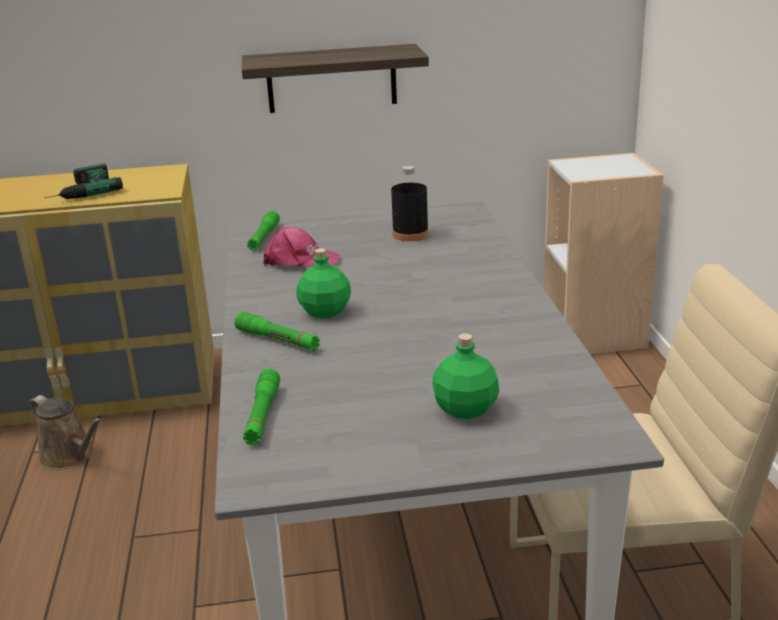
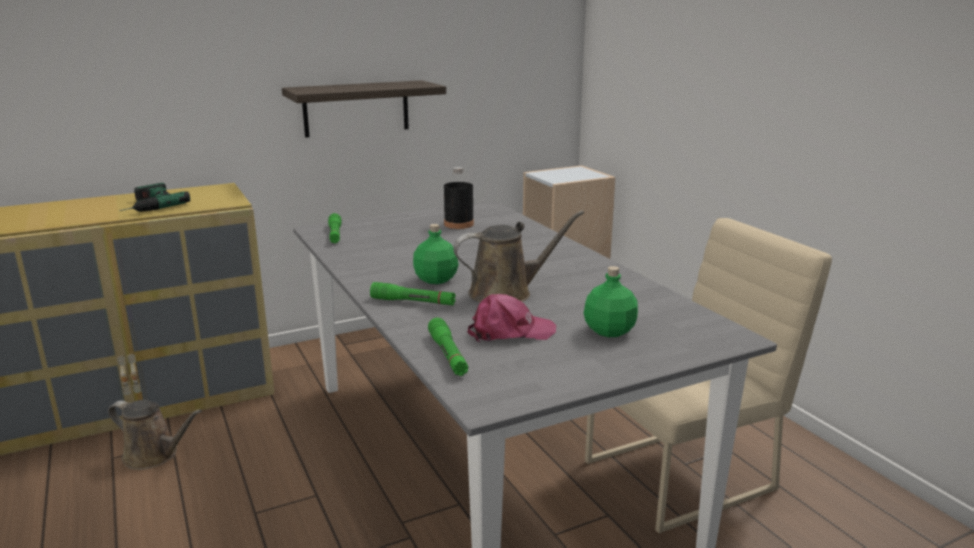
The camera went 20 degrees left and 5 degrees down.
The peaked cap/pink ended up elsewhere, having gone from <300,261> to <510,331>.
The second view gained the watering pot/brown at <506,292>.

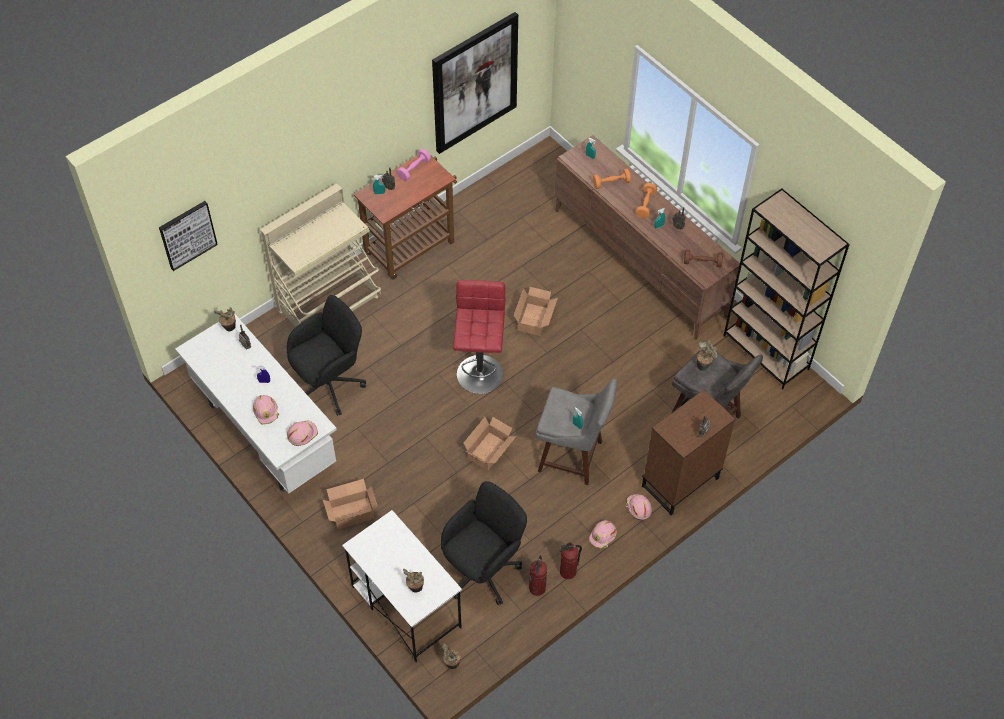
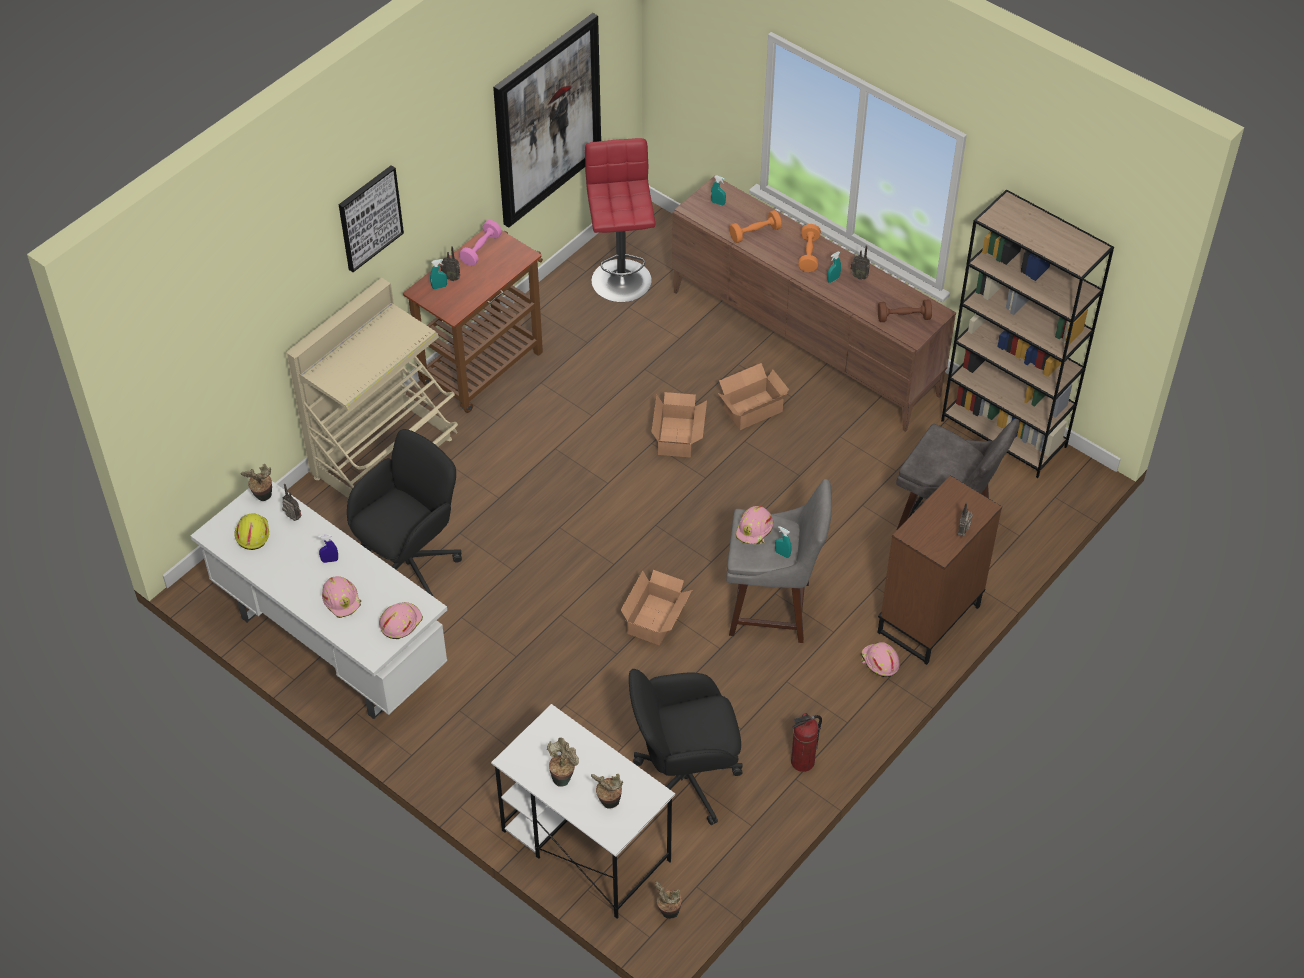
The camera went 10 degrees left and 5 degrees down.
The picture ended up elsewhere, having gone from <187,234> to <369,217>.
The cardboard box ended up elsewhere, having gone from <351,512> to <750,409>.
The desk chair/black-coloured at <483,572> ended up facing another way, 135 degrees counterclockwise from before.
The sitting stool/red ended up elsewhere, having gone from <480,374> to <622,280>.
The second view lost the fire-fighting cylinder at <537,588>.
The safety helmet/pink ended up elsewhere, having gone from <603,536> to <755,530>.
The plant in a pot ended up elsewhere, having gone from <703,365> to <563,777>.
The second view gained the safety helmet/yellowish at <252,534>.

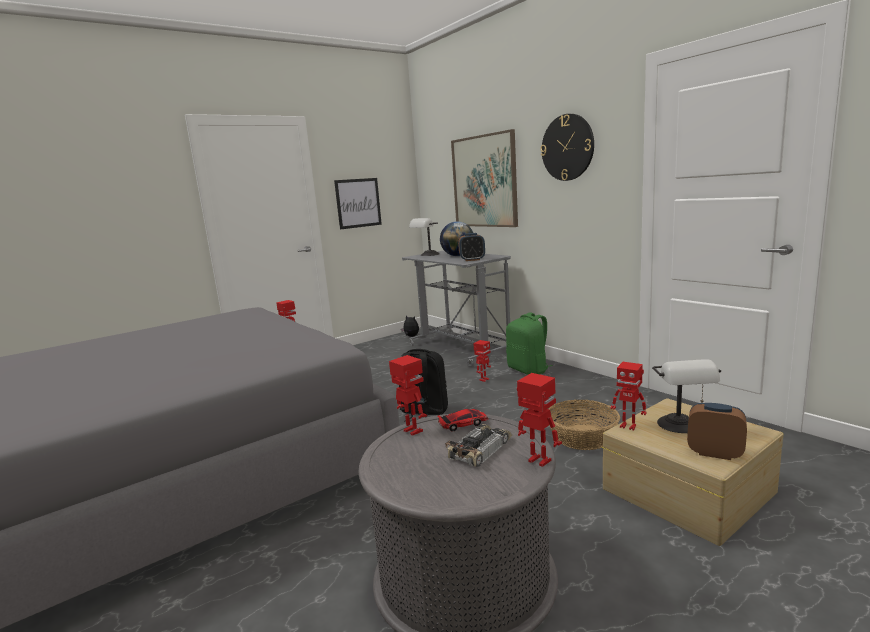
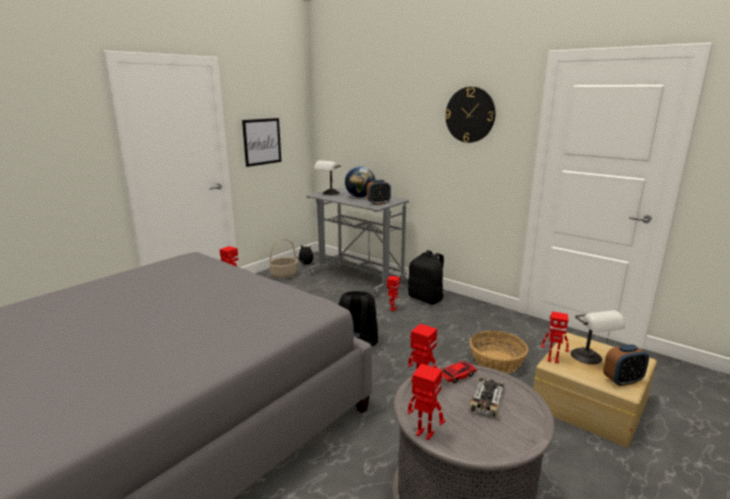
The camera went 15 degrees left and 5 degrees up.
The second view lost the picture at <484,181>.
What was the rucksack/green-coloured at <529,370> turned into the rucksack/black-coloured at <426,298>.
The toy robot ended up elsewhere, having gone from <538,461> to <424,434>.
The alarm clock at <714,453> ended up facing another way, 150 degrees clockwise from before.
The second view gained the storage basket at <284,274>.

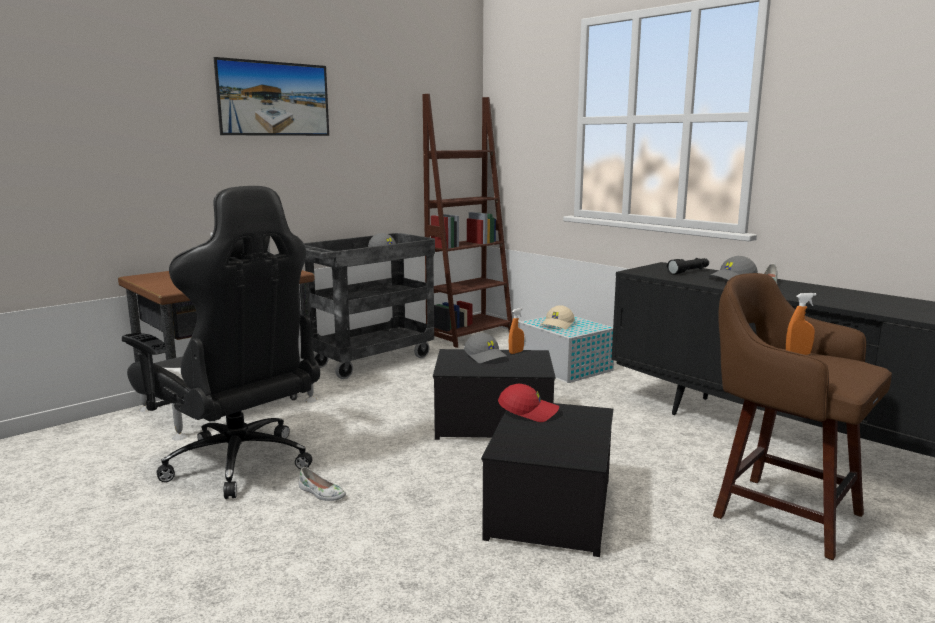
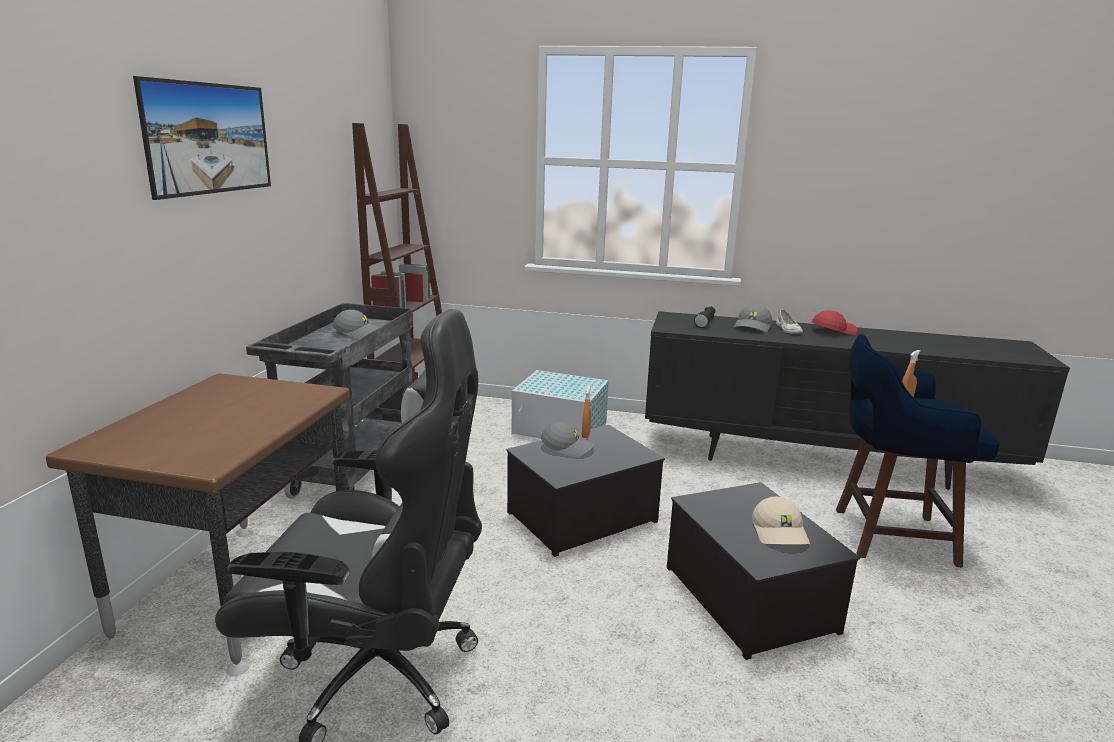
The camera went 35 degrees left and 5 degrees up.
The second view lost the shoe/white at <321,493>.
The peaked cap/red ended up elsewhere, having gone from <528,412> to <833,331>.
The peaked cap/beige ended up elsewhere, having gone from <557,325> to <780,532>.
What was the sitting stool/brown at <781,513> turned into the sitting stool/blue at <888,536>.

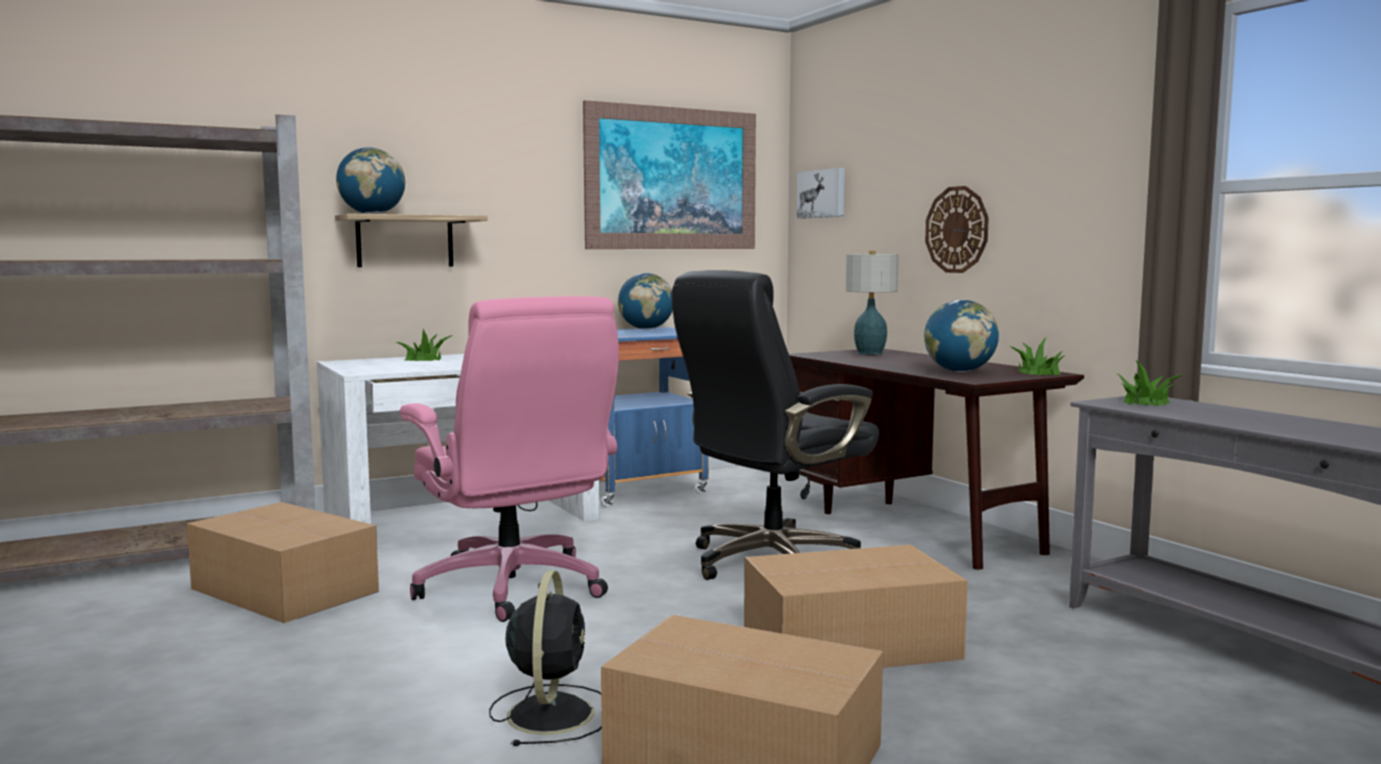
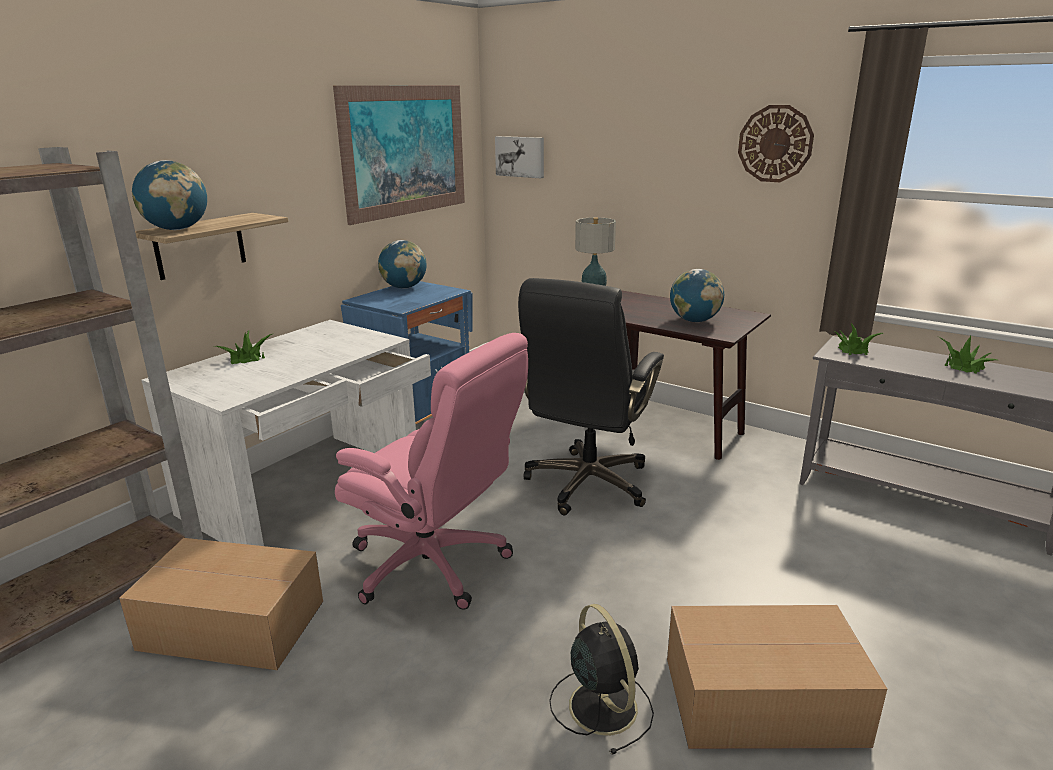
The camera went 25 degrees left and 15 degrees up.
The second view lost the cardboard box at <853,644>.
The hanging clock ended up elsewhere, having gone from <957,229> to <775,144>.
The plant in a pot ended up elsewhere, having gone from <1038,372> to <963,366>.

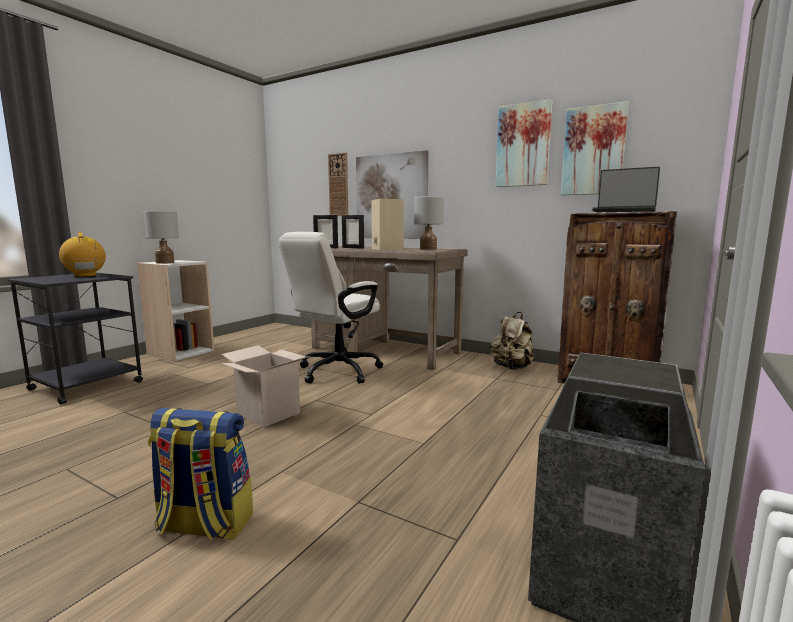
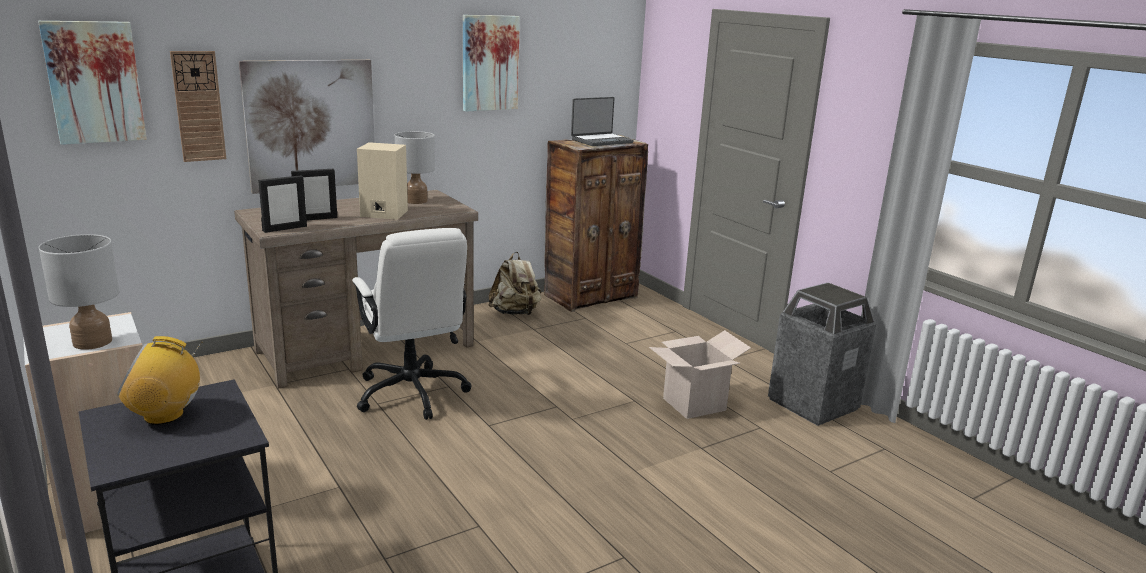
The camera went 65 degrees left and 10 degrees up.
The second view lost the rucksack at <204,525>.
The cardboard box ended up elsewhere, having gone from <268,413> to <694,404>.
The picture ended up elsewhere, having gone from <593,151> to <94,82>.

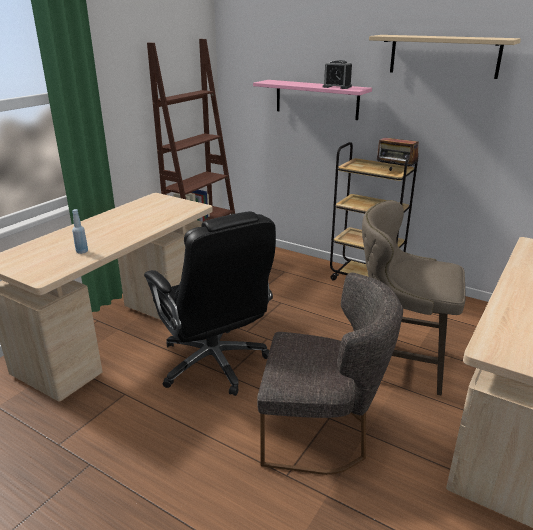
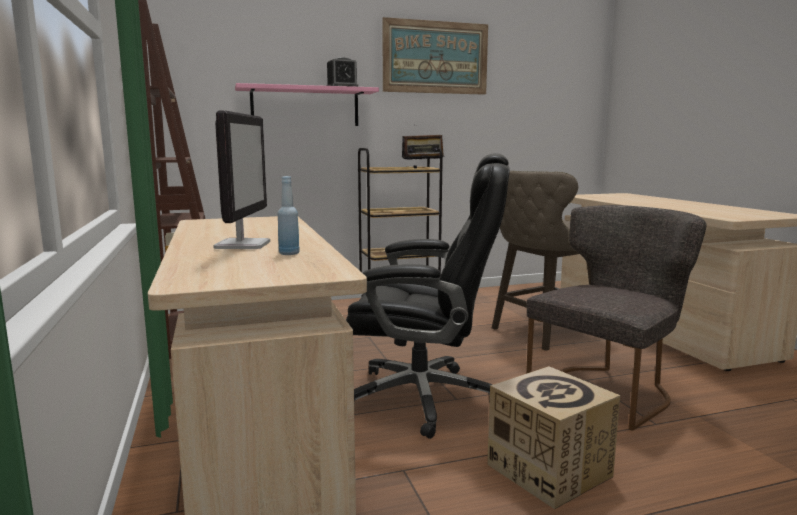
The camera went 50 degrees left and 15 degrees down.
Where the bracket shelf/beige hung at <443,56>, the picture came to hang at <435,57>.
The second view gained the computer screen at <242,245>.
The second view gained the cardboard box at <549,470>.

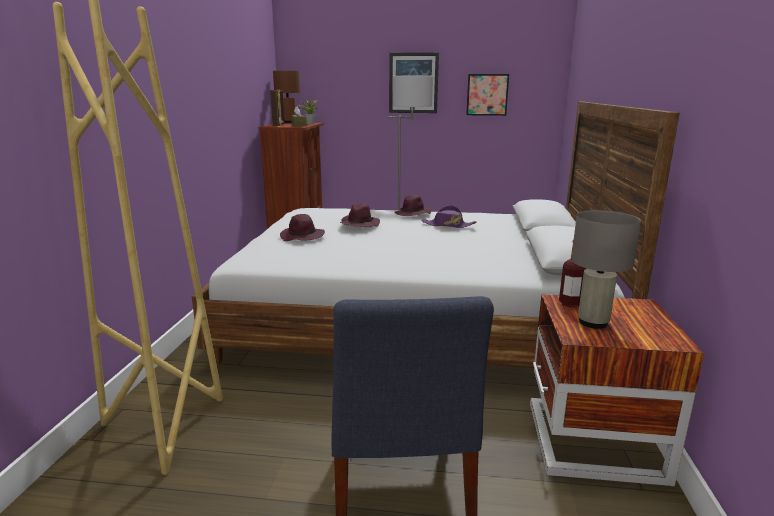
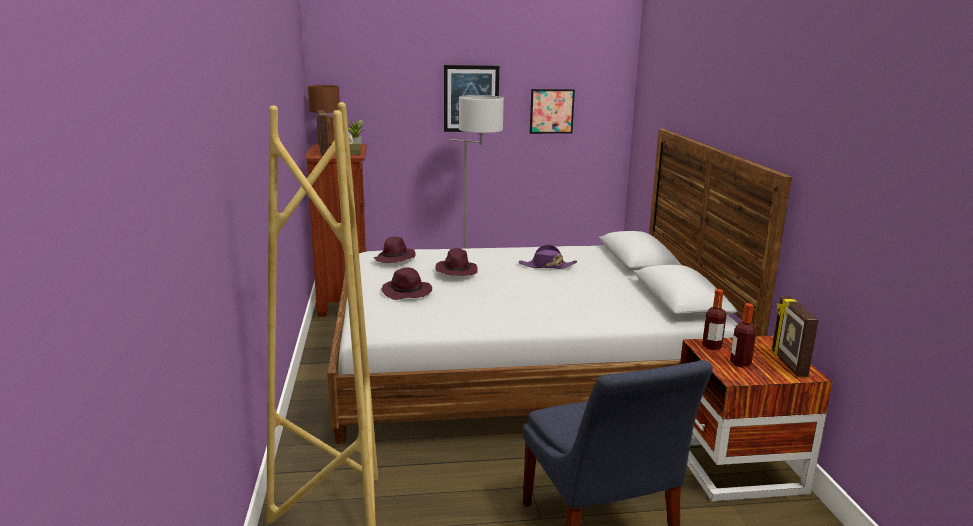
The camera went 15 degrees left and 0 degrees up.
The hat/purple ended up elsewhere, having gone from <413,214> to <395,259>.
Where the table lamp/gray stood at <593,323>, the bottle came to stand at <740,363>.
The second view gained the picture frame at <788,363>.

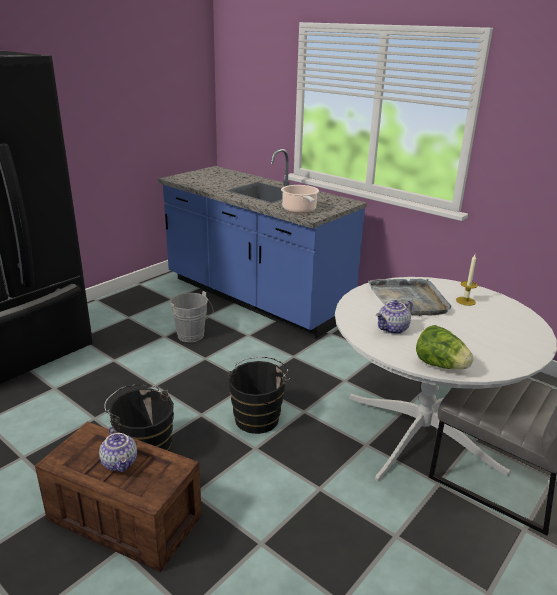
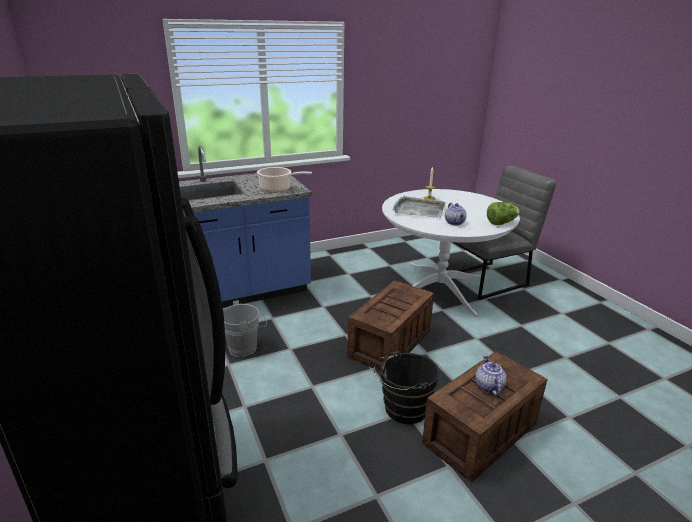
The camera went 65 degrees left and 0 degrees up.
The tea pot at <120,463> ended up facing another way, 90 degrees counterclockwise from before.
Where the pail/black-coloured stood at <258,416>, the shipping crate came to stand at <390,342>.

